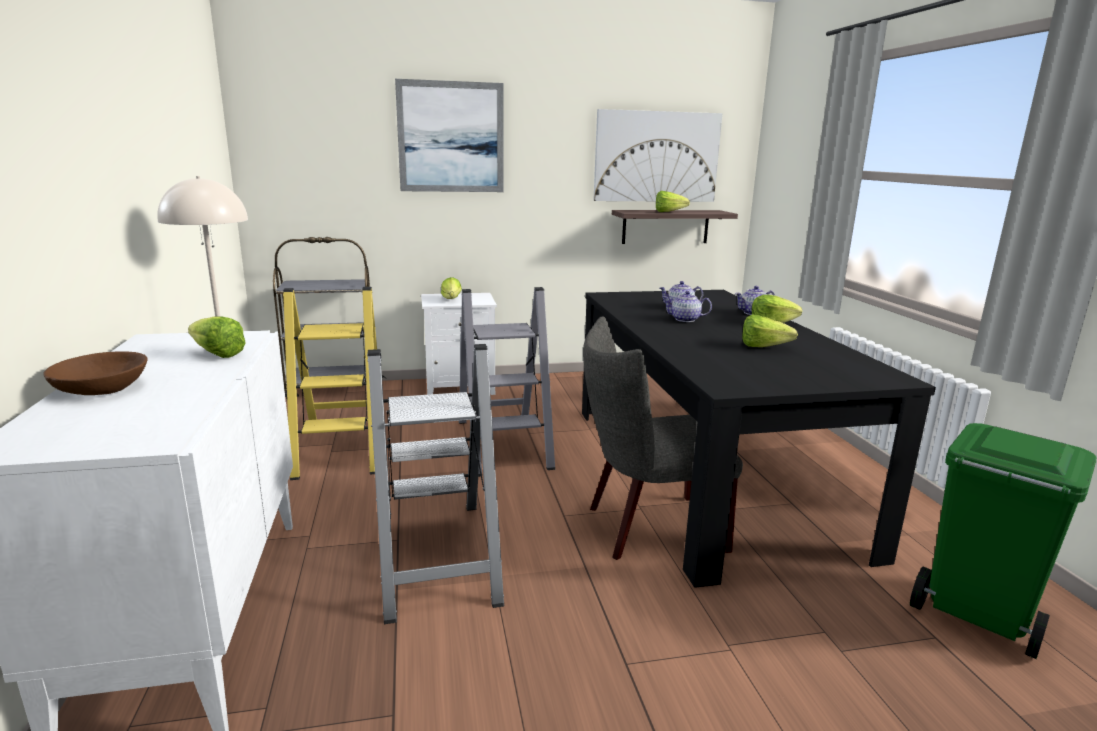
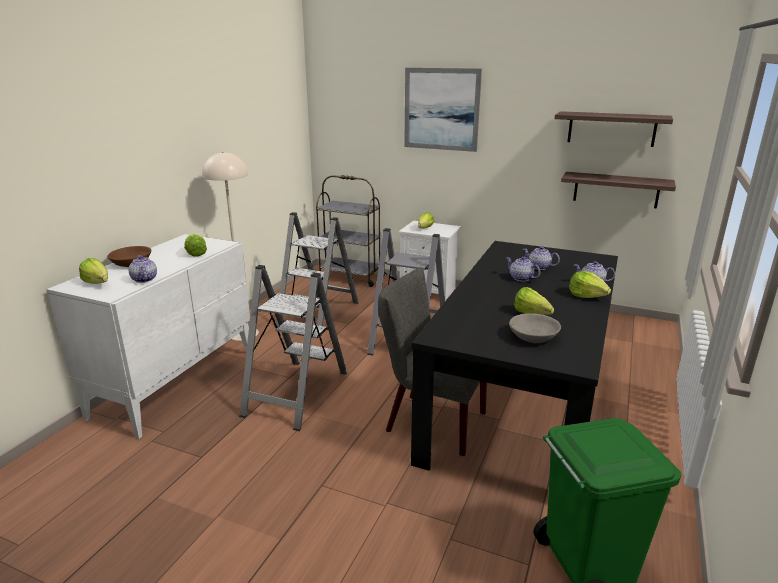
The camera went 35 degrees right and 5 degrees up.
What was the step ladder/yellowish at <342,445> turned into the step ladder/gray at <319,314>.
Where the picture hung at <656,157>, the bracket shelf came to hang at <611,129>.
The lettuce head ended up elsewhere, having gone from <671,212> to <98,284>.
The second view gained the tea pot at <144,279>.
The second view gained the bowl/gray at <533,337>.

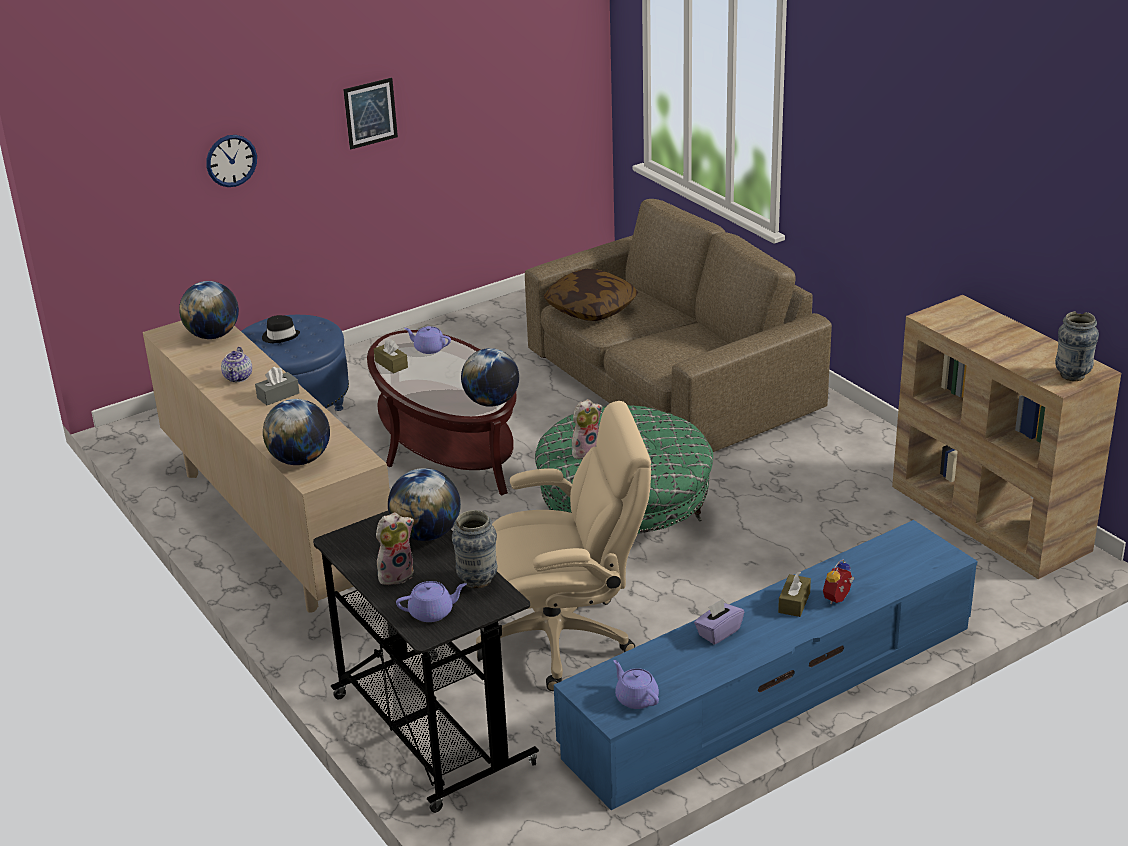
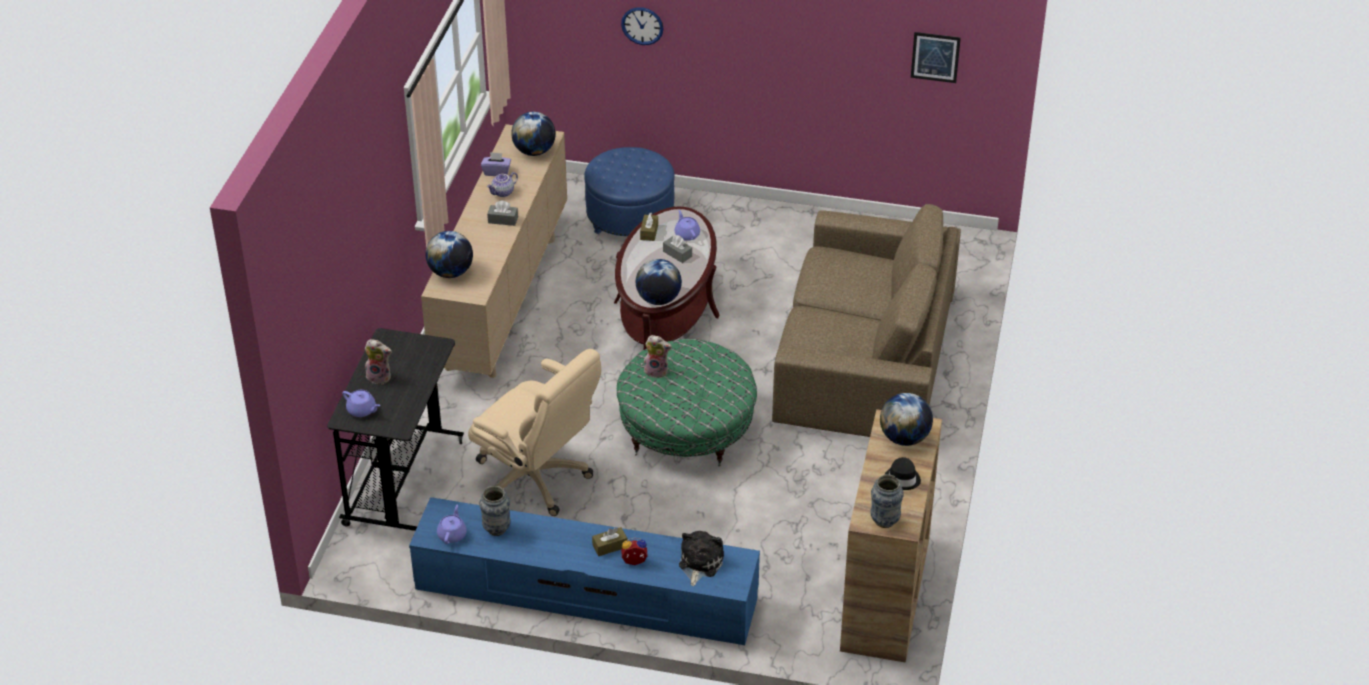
The camera went 45 degrees right and 10 degrees up.
The hat/black-coloured ended up elsewhere, having gone from <280,336> to <902,479>.
The picture ended up elsewhere, having gone from <370,113> to <935,57>.
The globe ended up elsewhere, having gone from <427,534> to <904,438>.
The decorative vase ended up elsewhere, having gone from <477,580> to <496,529>.
The second view lost the pillow at <591,309>.
The tissue box/purple ended up elsewhere, having gone from <718,632> to <496,172>.
The second view gained the tissue box/gray at <677,254>.
The second view gained the soft toy at <699,563>.

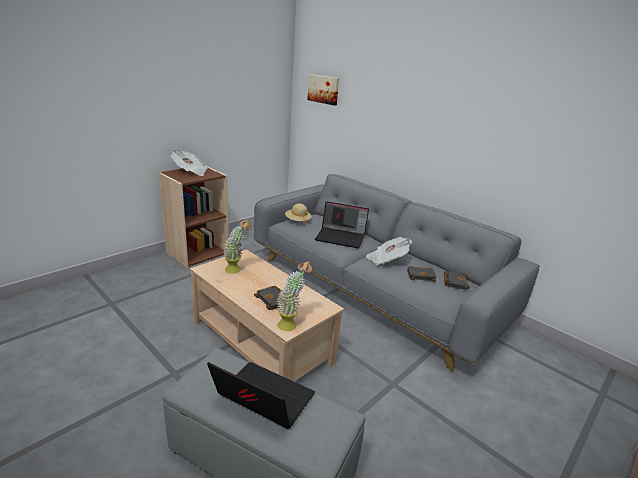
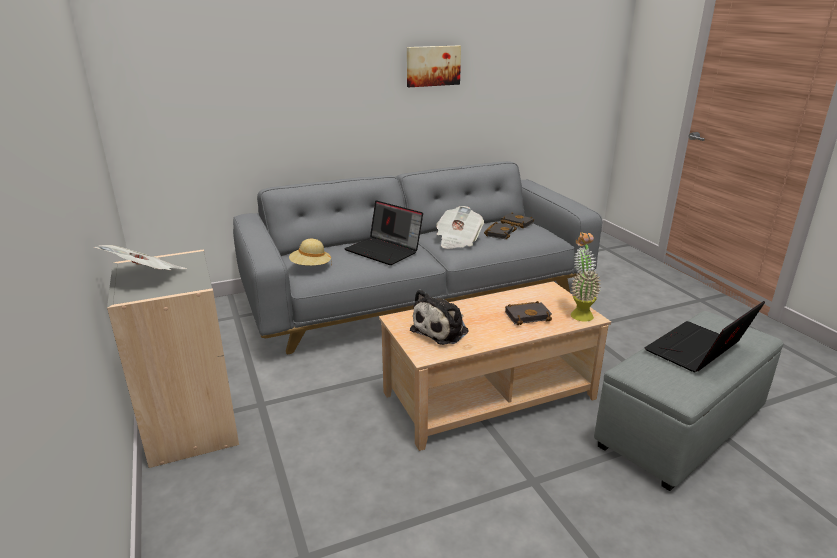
The camera went 65 degrees left and 0 degrees up.
What was the bookshelf/brown at <198,252> turned into the bookshelf/gray at <190,424>.
Where the plant in a pot stood at <237,270>, the soft toy came to stand at <442,330>.
The picture ended up elsewhere, having gone from <323,89> to <432,66>.
The portable computer at <341,237> ended up facing another way, 90 degrees clockwise from before.

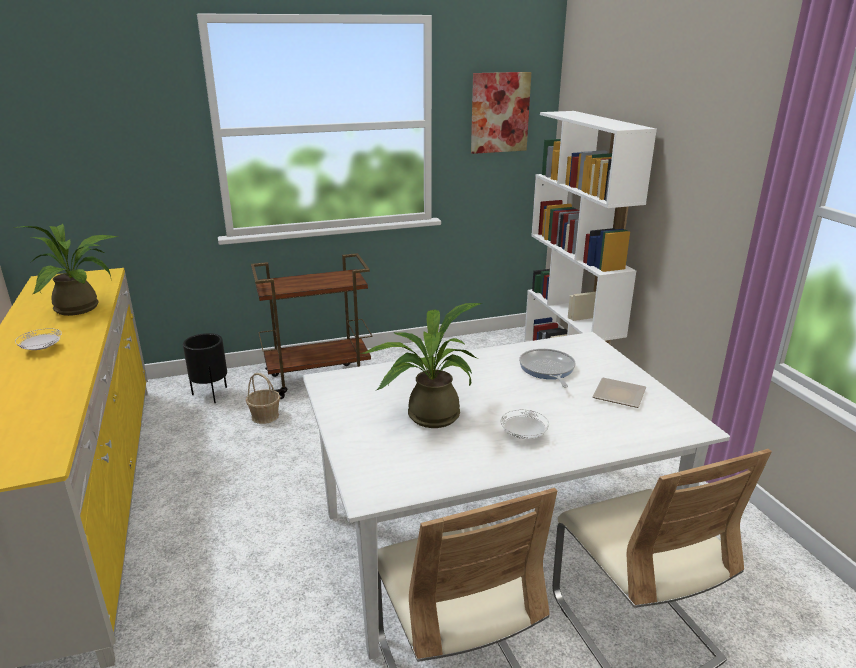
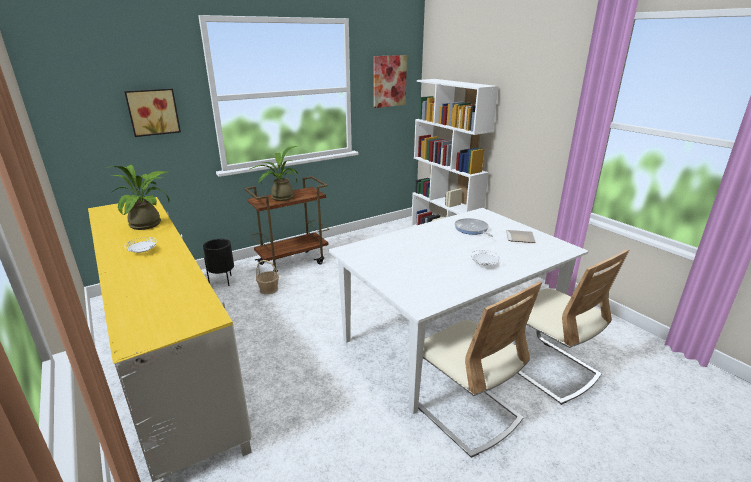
The camera went 15 degrees left and 0 degrees up.
The plant in a pot ended up elsewhere, having gone from <426,416> to <279,198>.
The second view gained the picture at <153,112>.

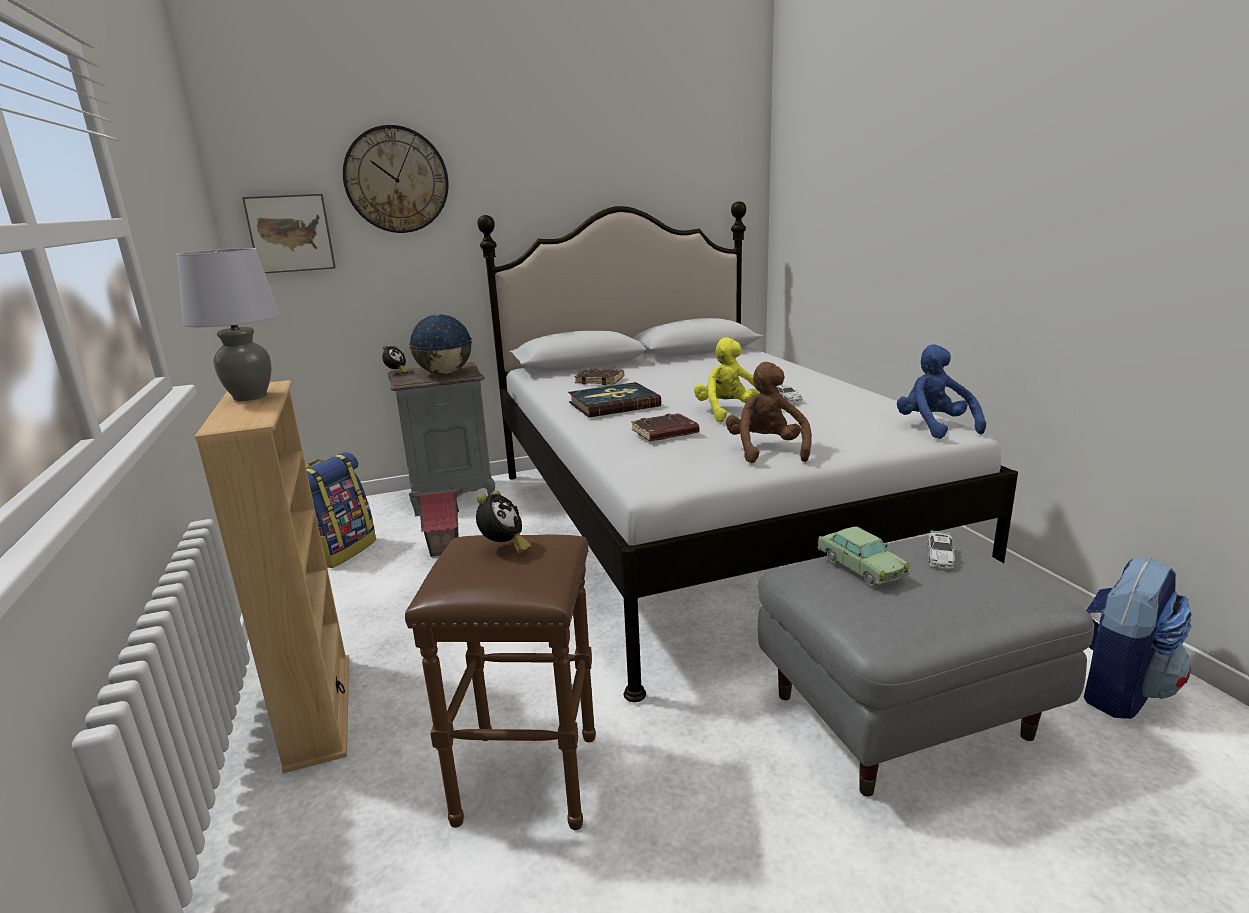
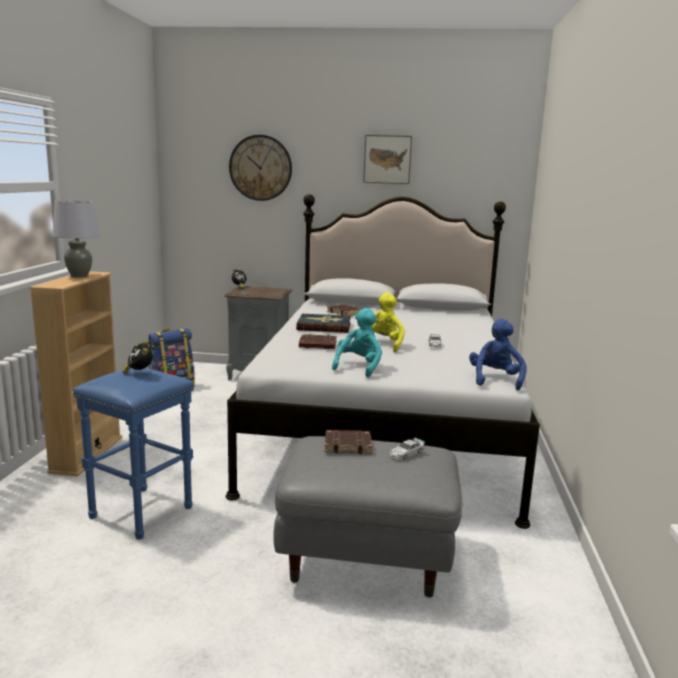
The camera went 25 degrees right and 5 degrees down.
The picture ended up elsewhere, having gone from <291,233> to <387,159>.
What was the sitting stool/brown at <530,779> turned into the sitting stool/blue at <141,513>.
The second view lost the globe at <445,373>.
The second view lost the miniature house at <444,549>.
The alarm clock at <504,548> ended up facing another way, 120 degrees clockwise from before.
What was the soft toy/brown at <766,450> turned into the soft toy/turquoise-coloured at <359,367>.
Where the miniature car stood at <860,568>, the book/brown came to stand at <348,445>.
The second view lost the rucksack at <1117,689>.

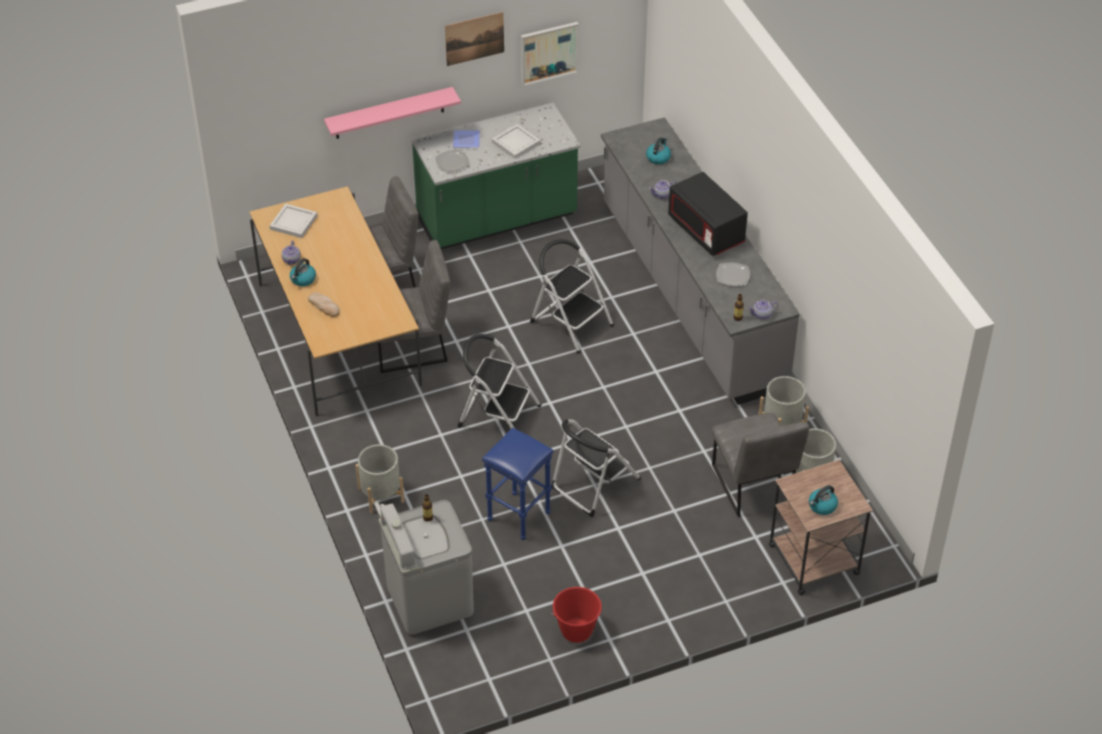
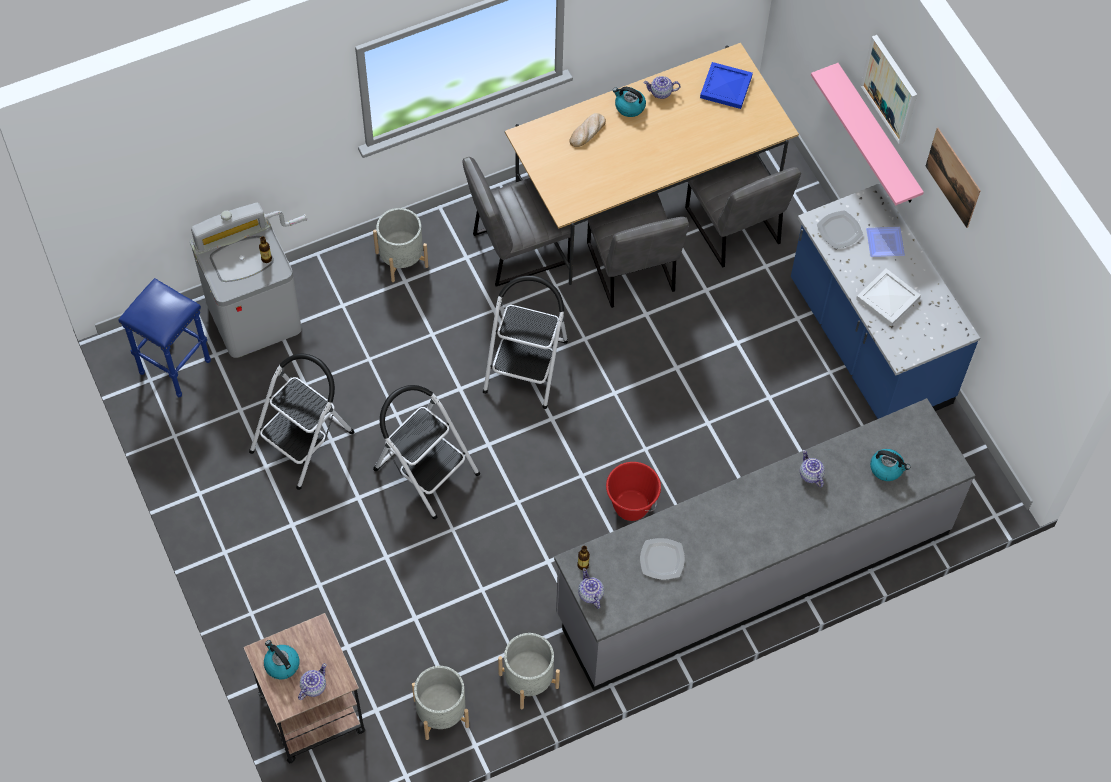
The camera went 85 degrees right and 15 degrees up.
What was the serving tray/white at <294,223> turned into the serving tray/blue at <725,87>.
What was the counter/green-coloured at <497,219> turned into the counter/blue at <867,344>.
The sitting stool/blue ended up elsewhere, having gone from <517,516> to <174,365>.
The picture ended up elsewhere, having gone from <549,52> to <890,89>.
The step ladder ended up elsewhere, having gone from <570,322> to <305,440>.
The pail/red ended up elsewhere, having gone from <576,631> to <631,506>.
The second view lost the kitchen microwave/black-coloured at <706,231>.
The chair/gray ended up elsewhere, having gone from <753,486> to <518,248>.
The second view gained the tea pot at <313,687>.

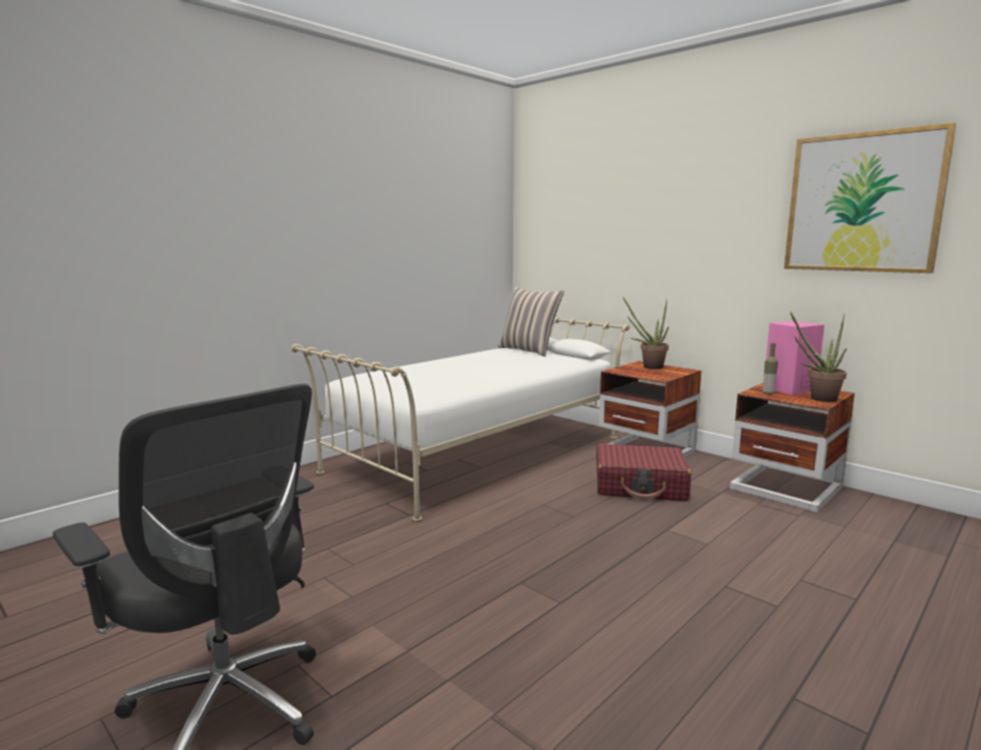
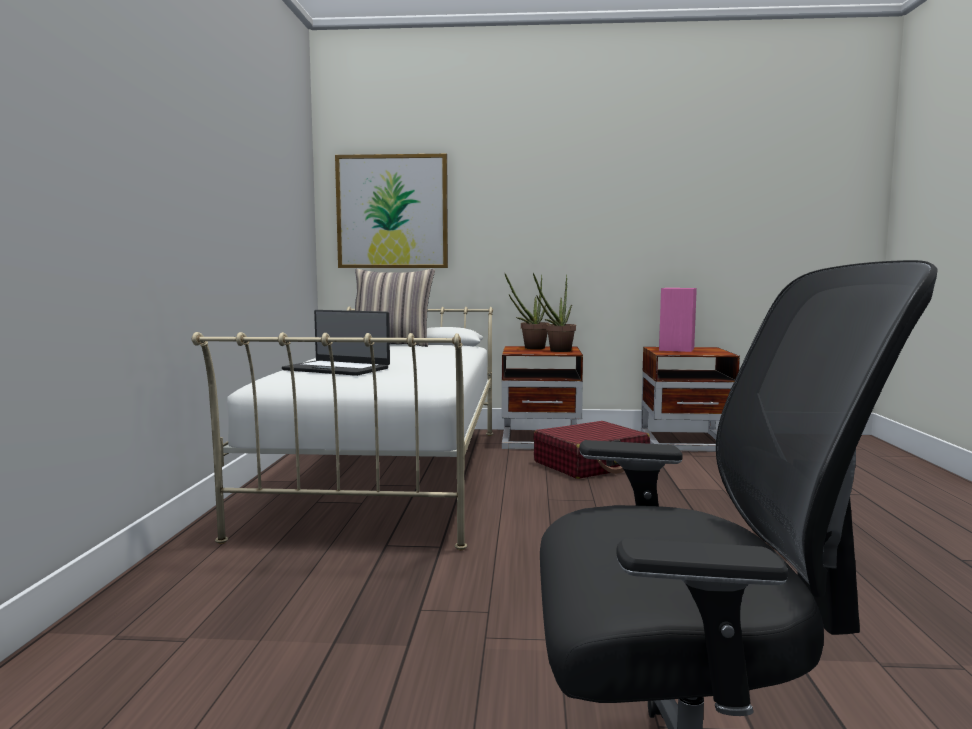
The camera went 40 degrees left and 5 degrees down.
The second view lost the bottle at <768,393>.
The picture ended up elsewhere, having gone from <862,203> to <392,212>.
The plant in a pot ended up elsewhere, having gone from <817,399> to <556,351>.
The second view gained the portable computer at <337,369>.

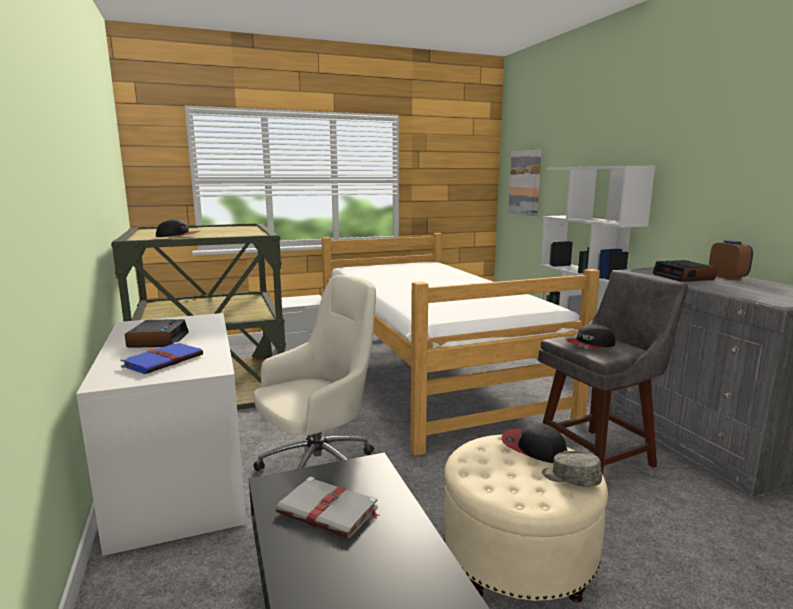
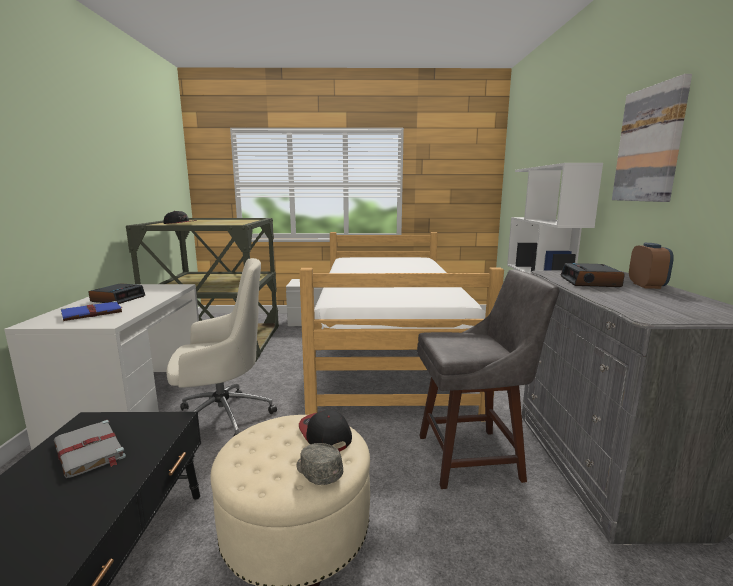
The camera went 20 degrees right and 0 degrees up.
The picture ended up elsewhere, having gone from <525,183> to <650,145>.
The second view lost the peaked cap at <590,345>.

